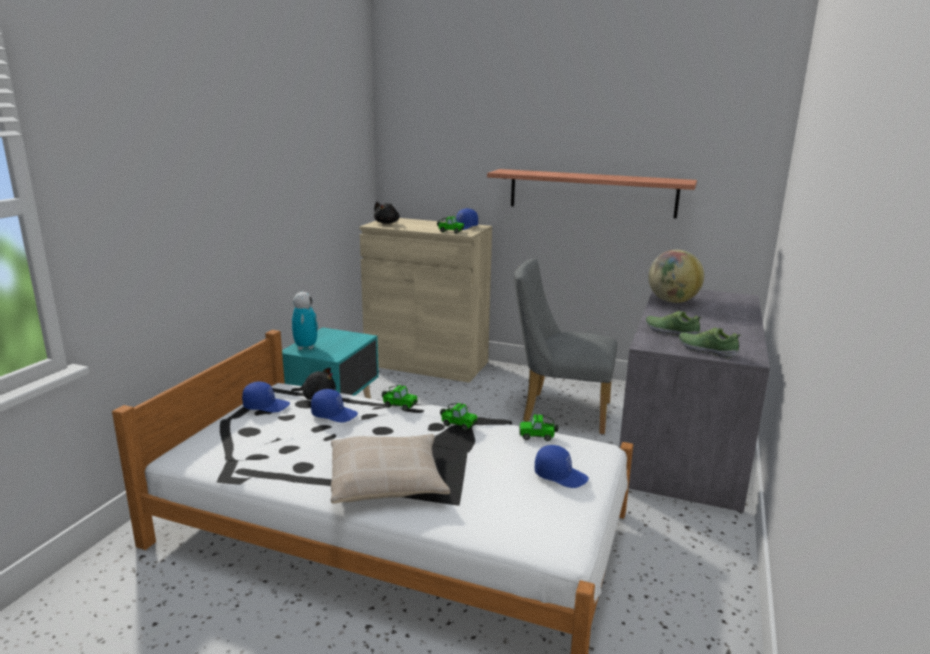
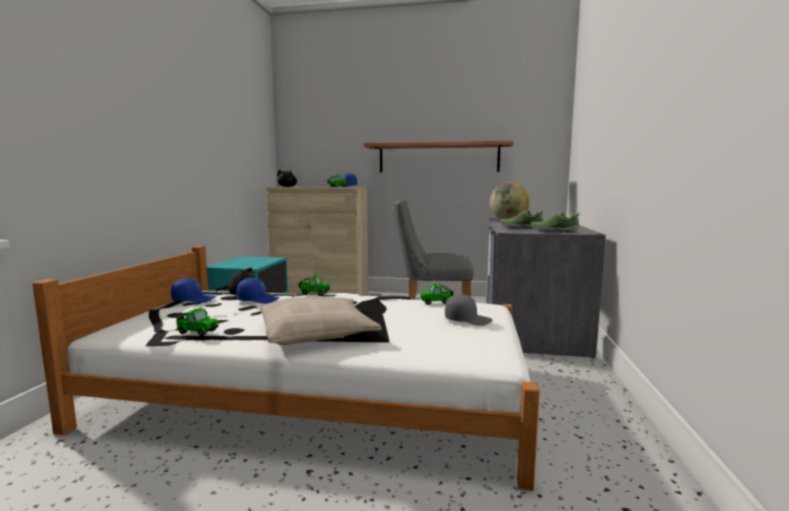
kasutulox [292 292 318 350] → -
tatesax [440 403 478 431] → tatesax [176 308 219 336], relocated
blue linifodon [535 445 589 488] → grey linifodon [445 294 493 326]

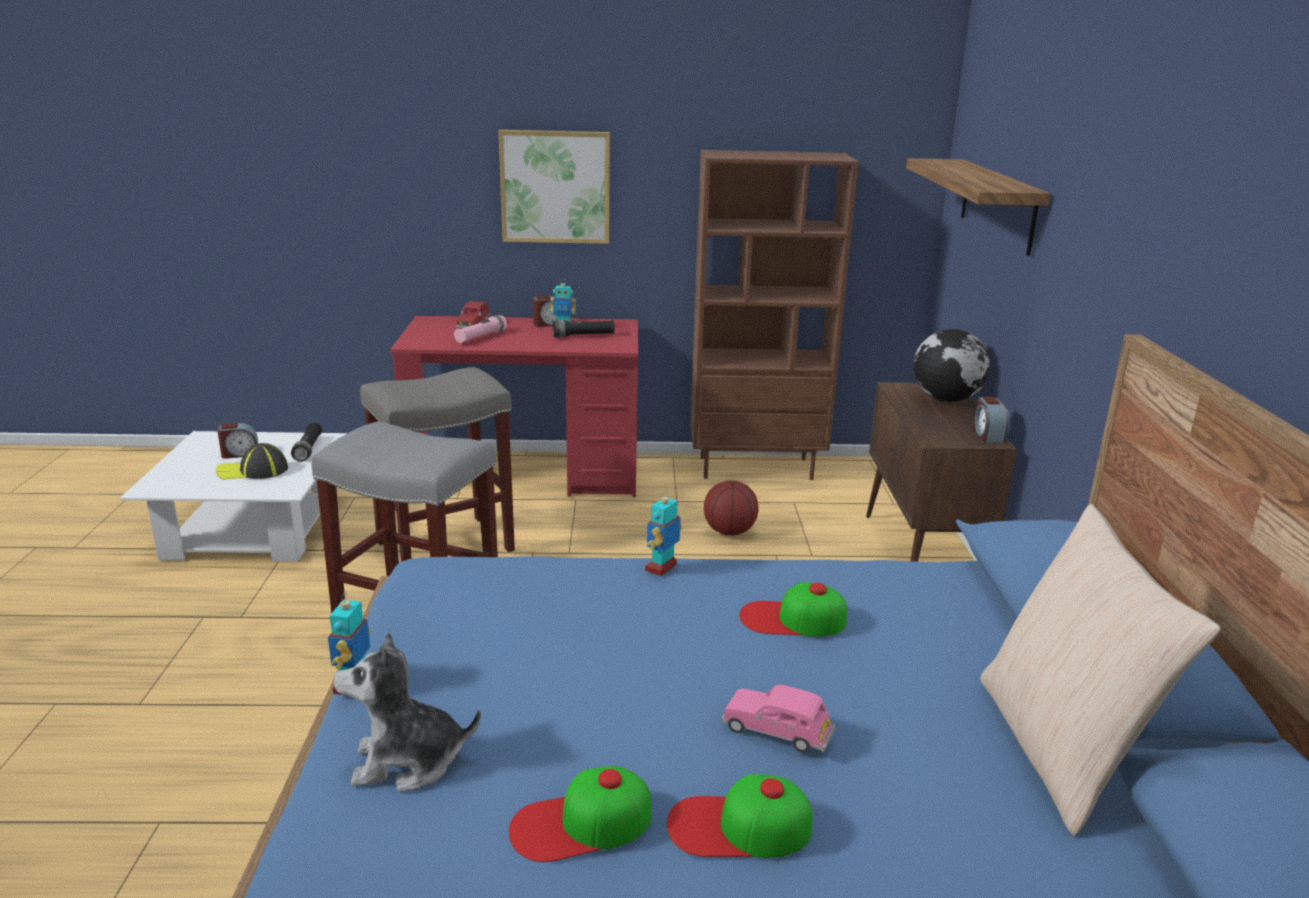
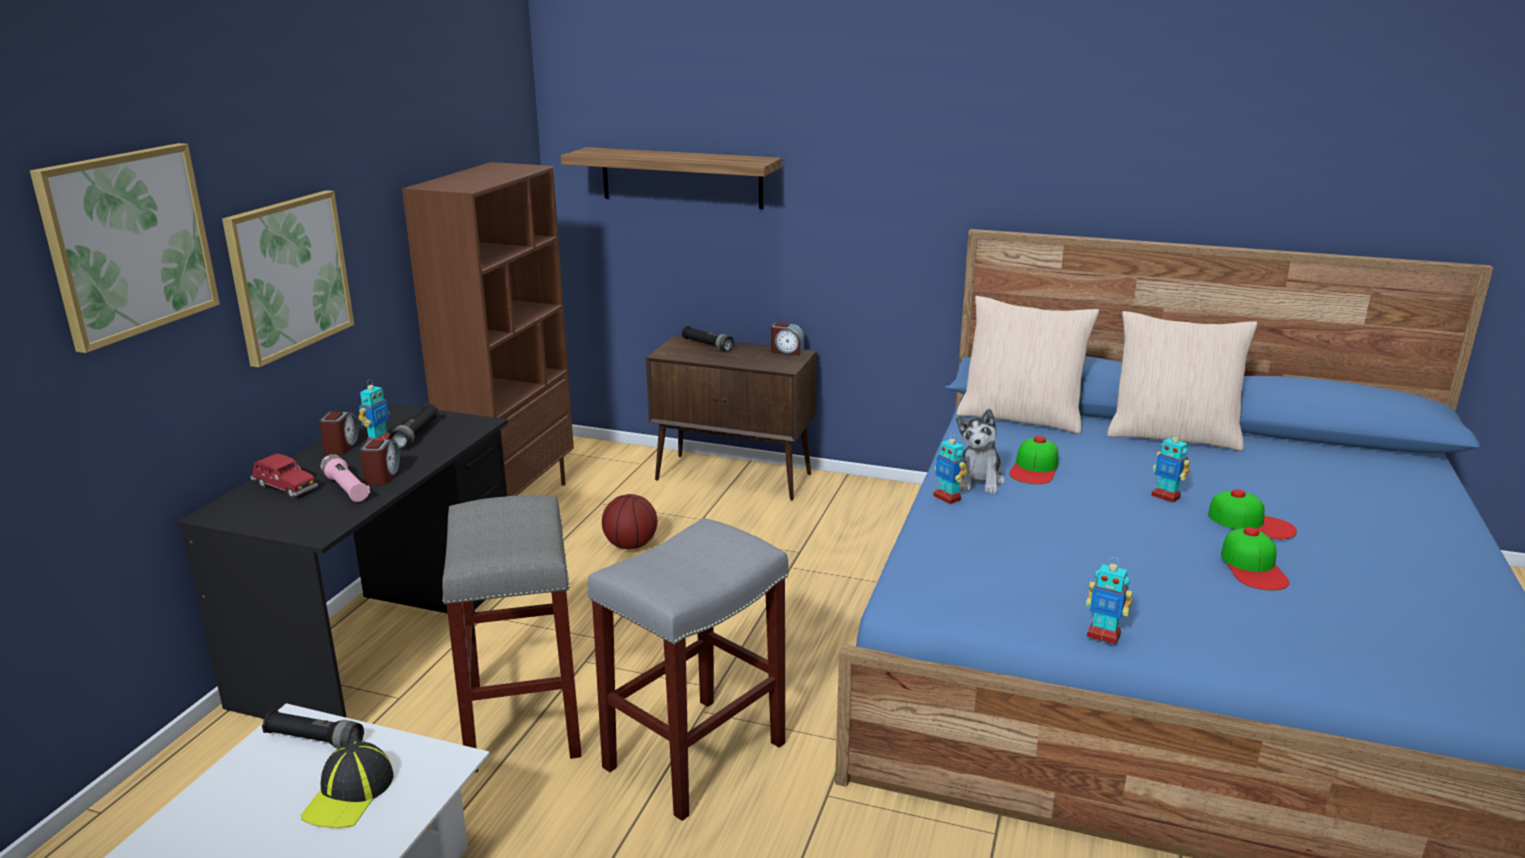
- → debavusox [30 143 220 353]
- → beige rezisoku [957 296 1099 434]
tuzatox [217 423 259 459] → tuzatox [360 439 401 485], relocated
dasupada [334 632 481 792] → dasupada [956 409 1005 494], relocated
pink tatesax [721 685 836 753] → kasutulox [1151 431 1190 503]
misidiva [913 329 990 402] → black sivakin [682 326 734 352]
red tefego [390 316 638 497] → black tefego [176 403 508 719]
linifodon [667 774 812 858] → linifodon [1208 489 1297 539], 75 degrees counterclockwise

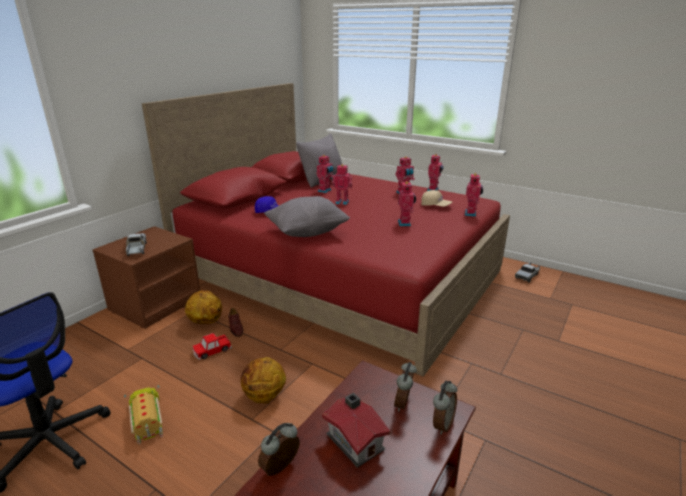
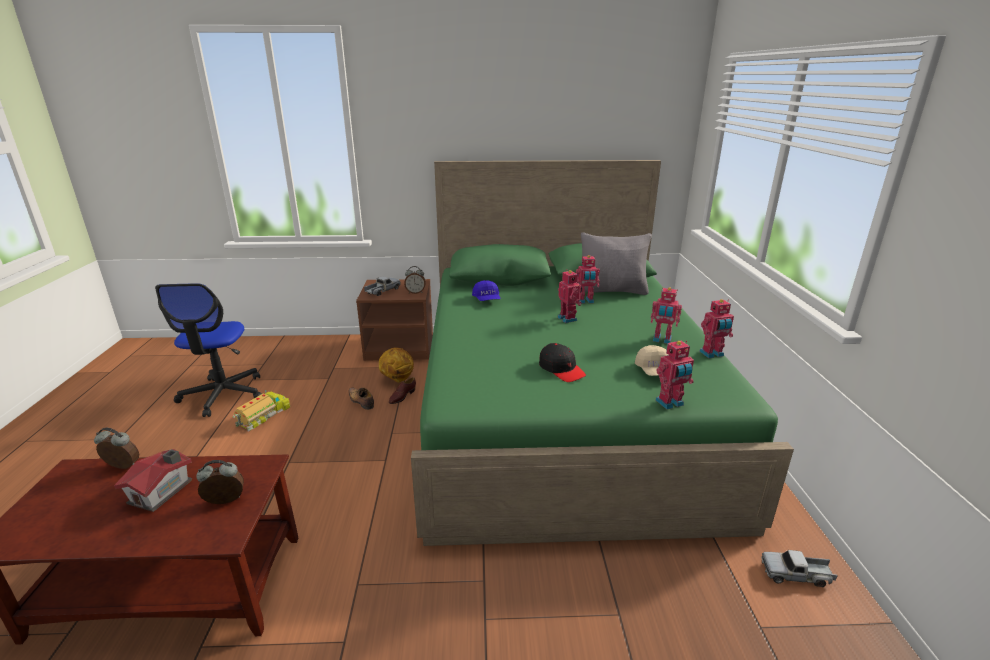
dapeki [240 357 286 403] → -
grey rezisoku [264 196 350 237] → -
tuzatox [433 381 457 435] → tuzatox [404 266 426 294], relocated
tatesax [192 333 232 360] → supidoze [349 388 374 410]
kasutulox [398 181 416 226] → black linifodon [539 343 586 382]
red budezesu [142 83 510 377] → green budezesu [411 160 794 546]

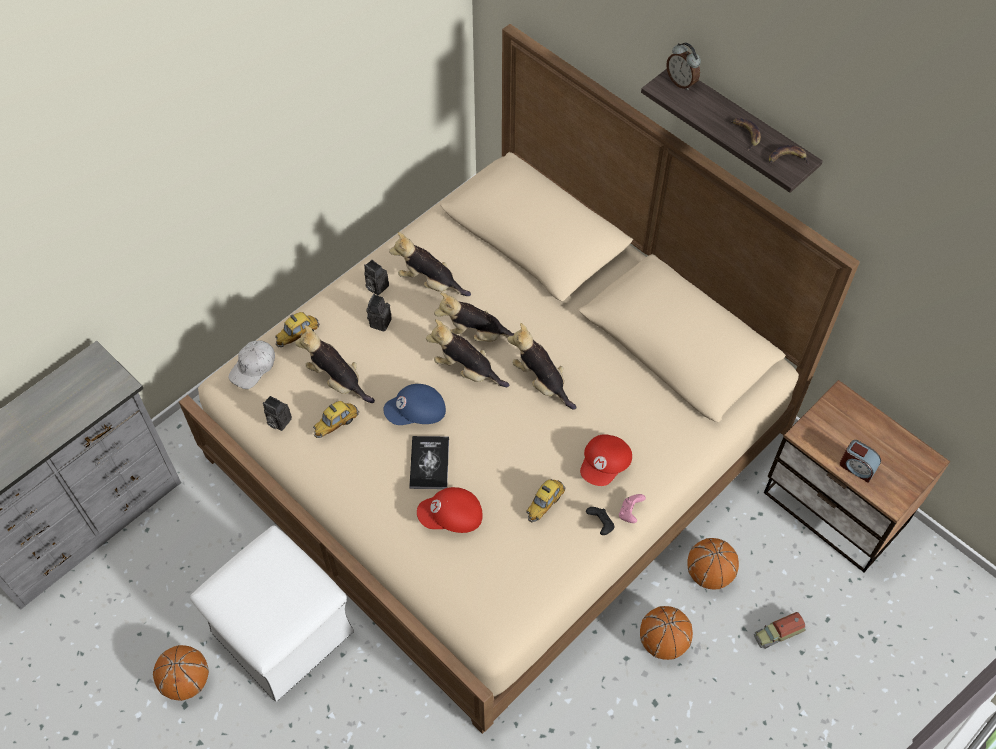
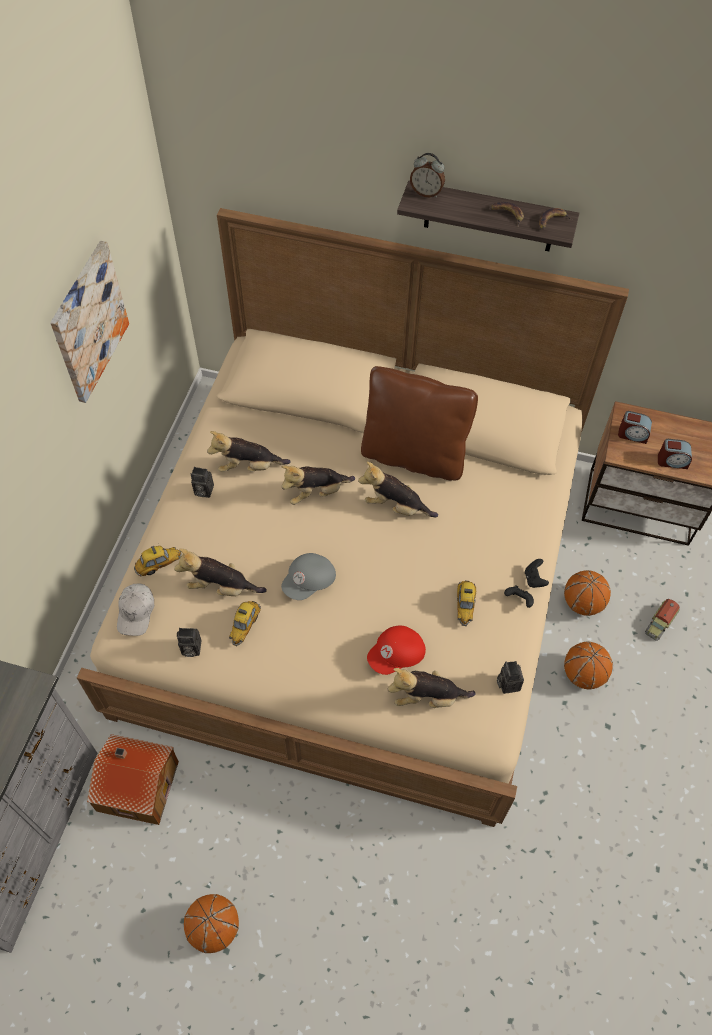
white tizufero [190 525 354 702] → -
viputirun [409 436 449 489] → -
red linifodon [580 434 632 486] → -
- → debavusox [50 241 129 403]
- → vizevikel [87 734 179 825]
- → brown rezisoku [361 366 478 480]
- → tuzatox [618 411 652 444]
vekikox [366 294 392 331] → vekikox [497 661 524 694], relocated
dasupada [426 319 509 387] → dasupada [388 668 476 708], relocated
blue linifodon [383 384 446 425] → grey linifodon [281 553 336 600]
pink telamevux [619 494 646 523] → black telamevux [525 559 549 588]
tatesax [275 312 320 347] → tatesax [134 544 182 577], 135 degrees counterclockwise

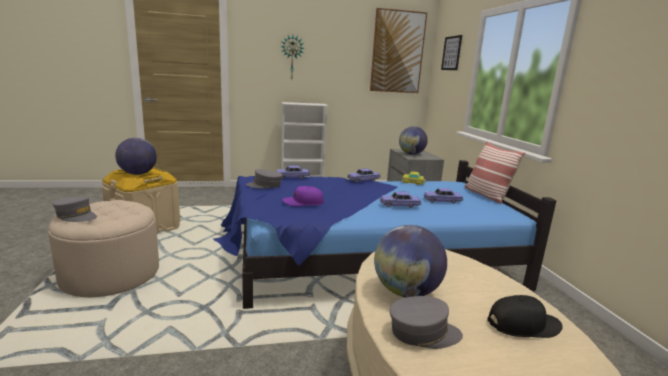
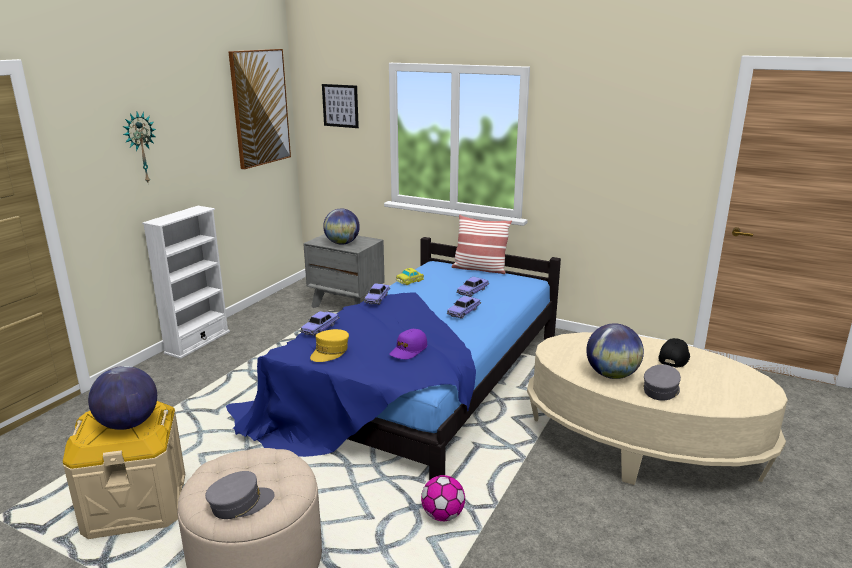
- → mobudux [421 475 465 521]
grey linifodon [246 169 283 189] → yellow linifodon [310 329 349 362]

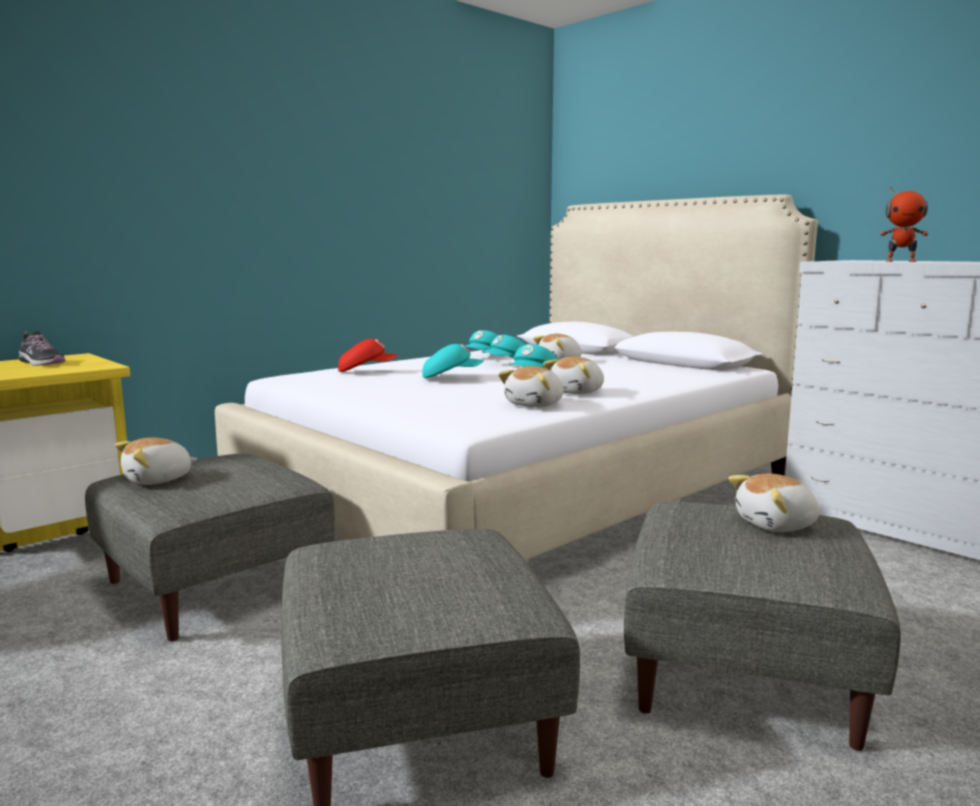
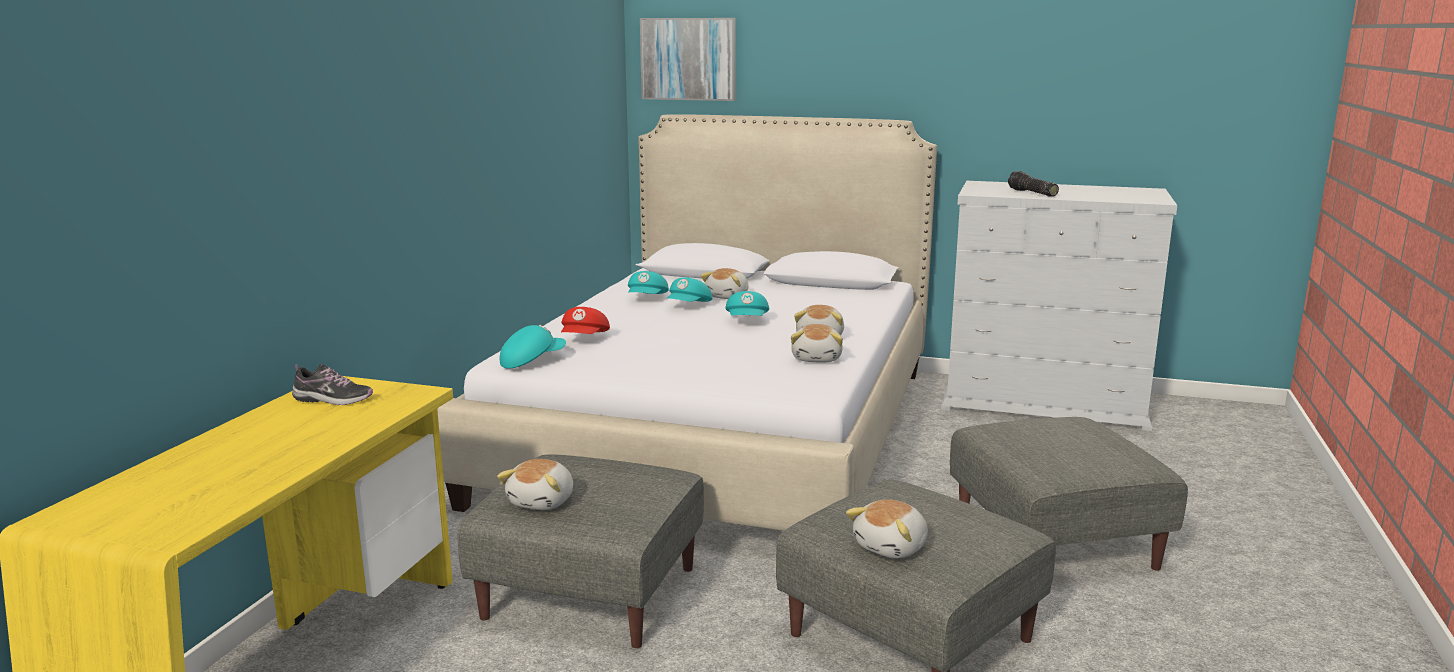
- → debavusox [640 18 736 101]
turquoise linifodon [422 344 484 378] → turquoise linifodon [500 325 566 368], relocated
dasupada [728 474 820 532] → dasupada [846 499 928 559], relocated
kasutulox [880 186 929 262] → sivakin [1008 171 1059 197]
red linifodon [338 339 398 372] → red linifodon [561 307 610 334], 135 degrees clockwise

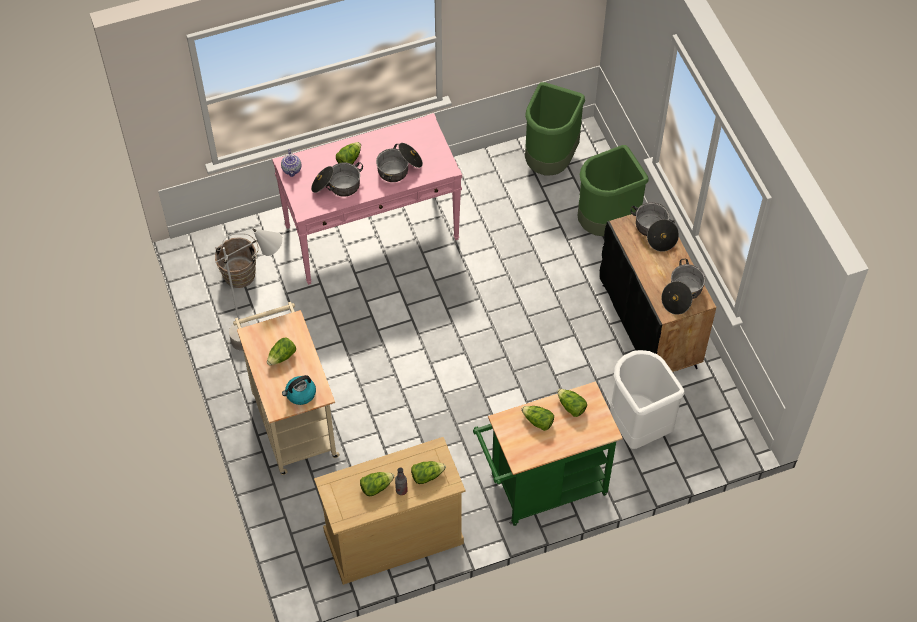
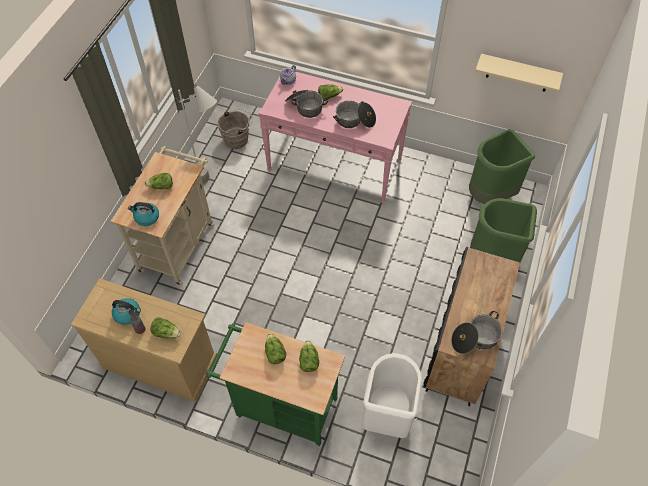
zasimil [630 202 679 252] → -
- → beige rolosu [475 54 563 92]
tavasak [360 472 394 496] → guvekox [112 298 141 325]

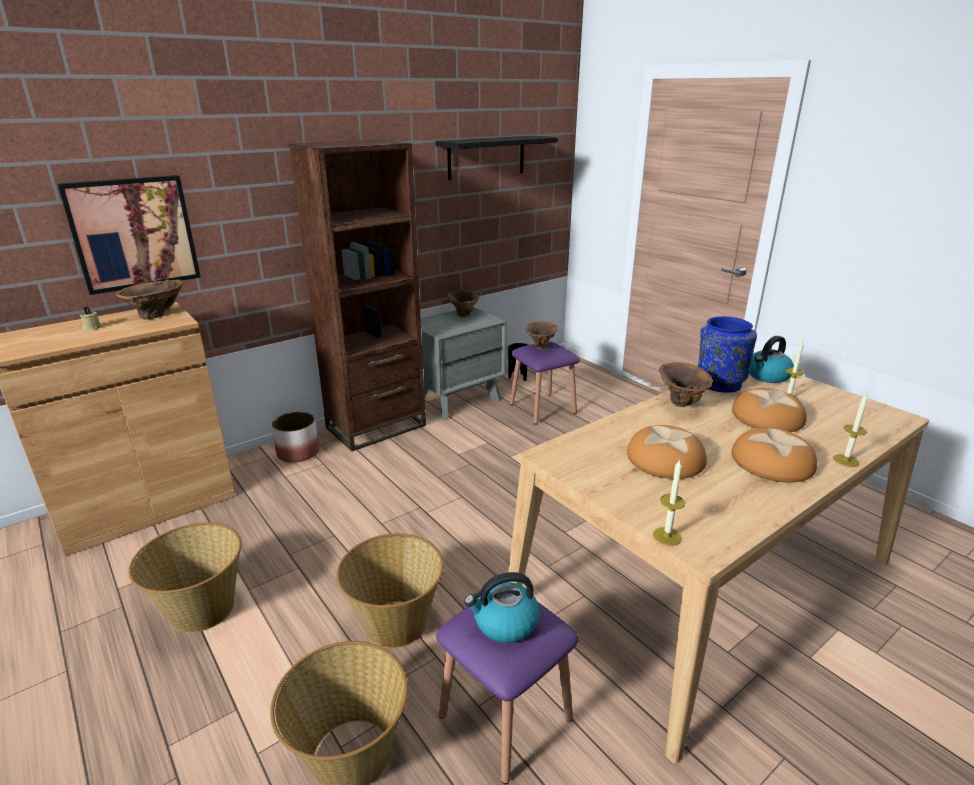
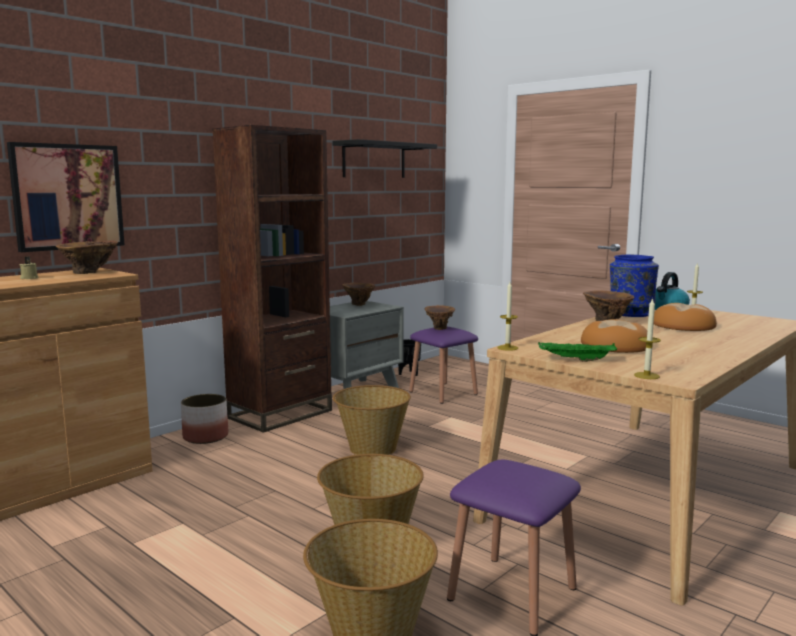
guvekox [464 572 540 643] → -
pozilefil [732 428 817 483] → -
- → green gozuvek [538 342 617 362]
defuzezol [128 522 242 633] → defuzezol [333 385 411 455], relocated
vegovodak [833 394 868 467] → vegovodak [497 282 518 351], relocated

